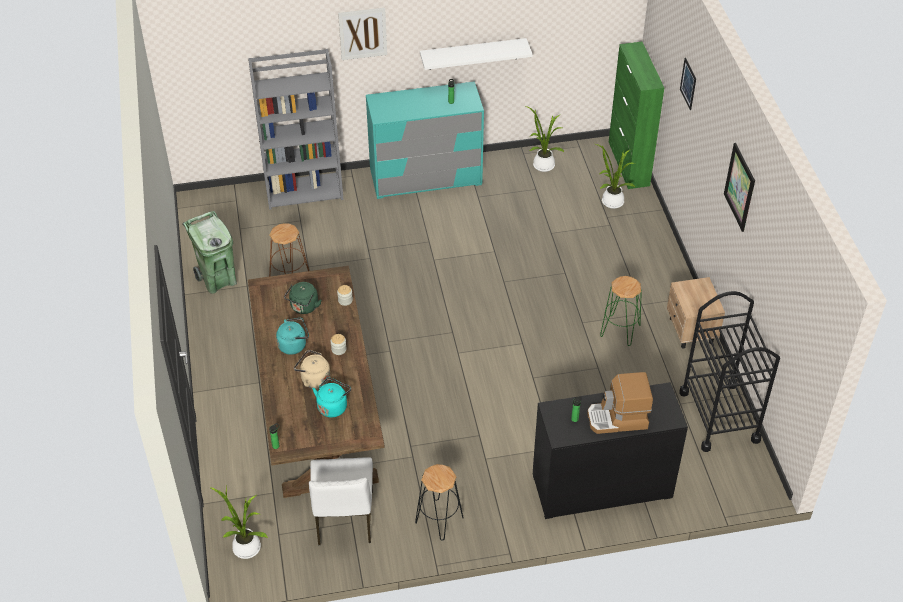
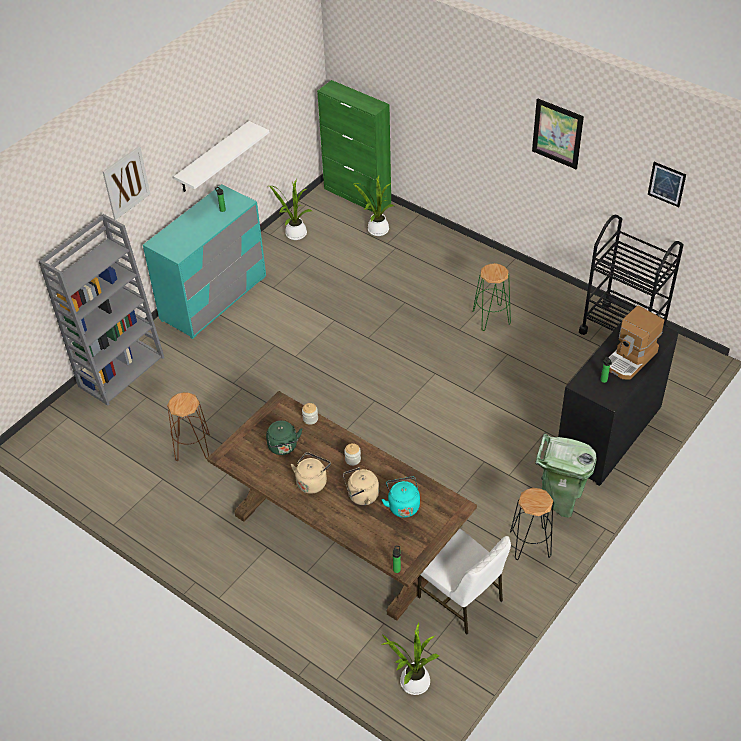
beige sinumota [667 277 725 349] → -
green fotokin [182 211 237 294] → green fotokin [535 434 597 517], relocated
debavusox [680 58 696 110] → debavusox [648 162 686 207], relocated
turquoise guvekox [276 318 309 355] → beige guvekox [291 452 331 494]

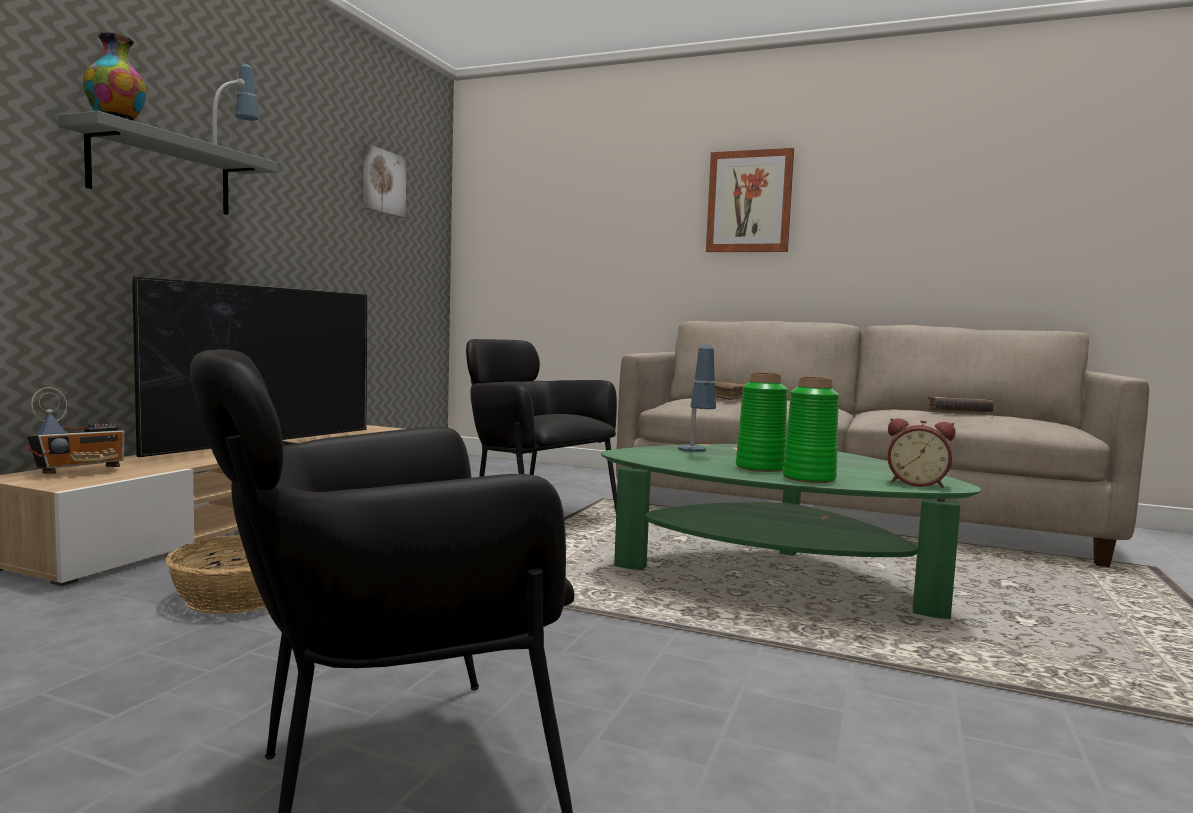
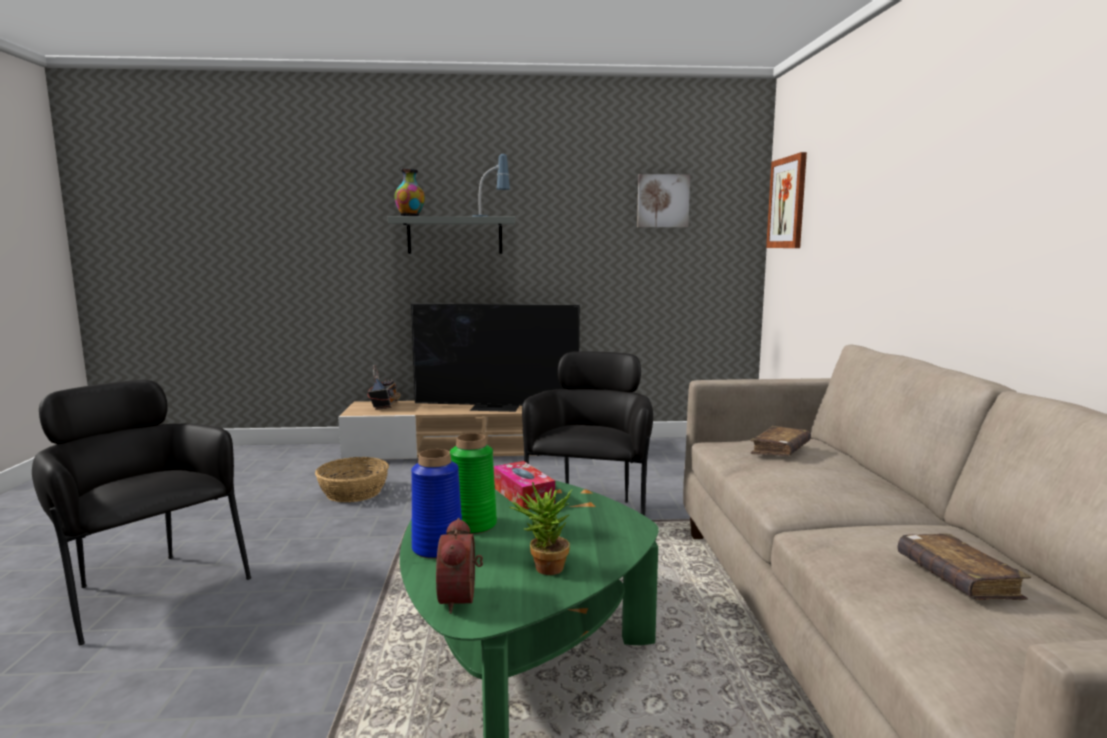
- → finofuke [510 482 572 575]
debavusox [706 148 794 252] → debavusox [766 152 807 248], relocated
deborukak [678 345 716 452] → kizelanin [493 461 555 509]
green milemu [782 377 839 483] → blue milemu [411 449 462 559]
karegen [27 387 125 474] → karegen [368 365 401 410], 105 degrees counterclockwise

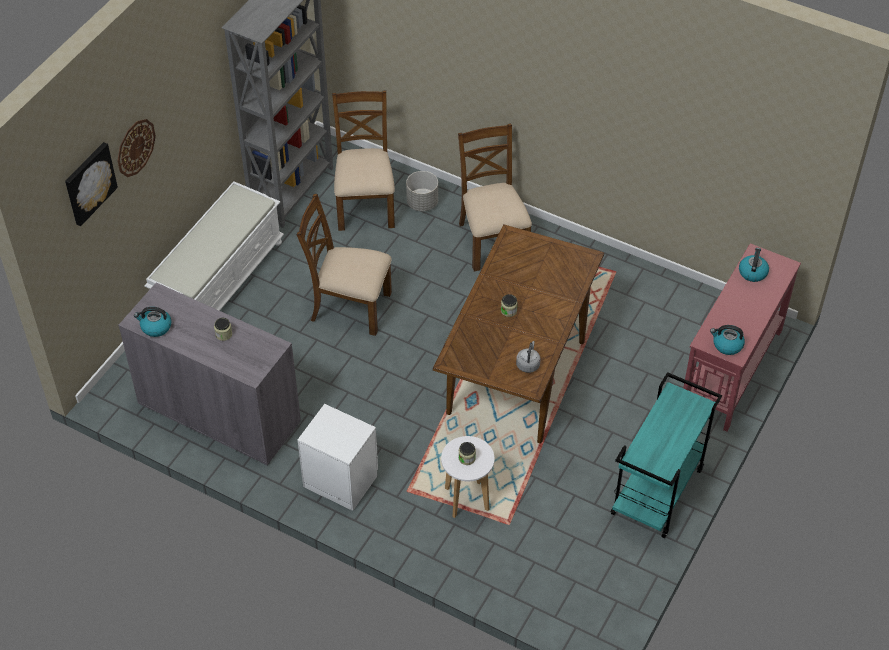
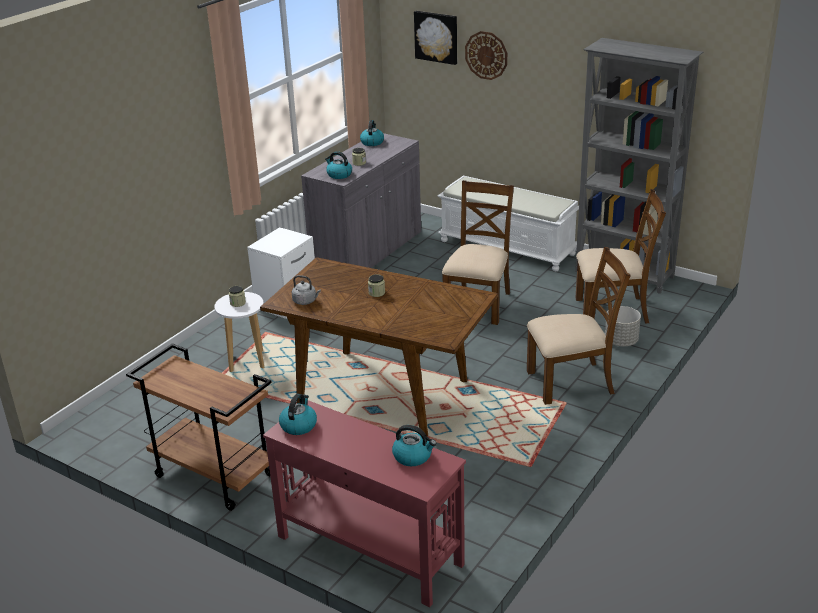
- → guvekox [325 151 352 179]
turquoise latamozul [610 372 722 538] → brown latamozul [126 343 272 511]

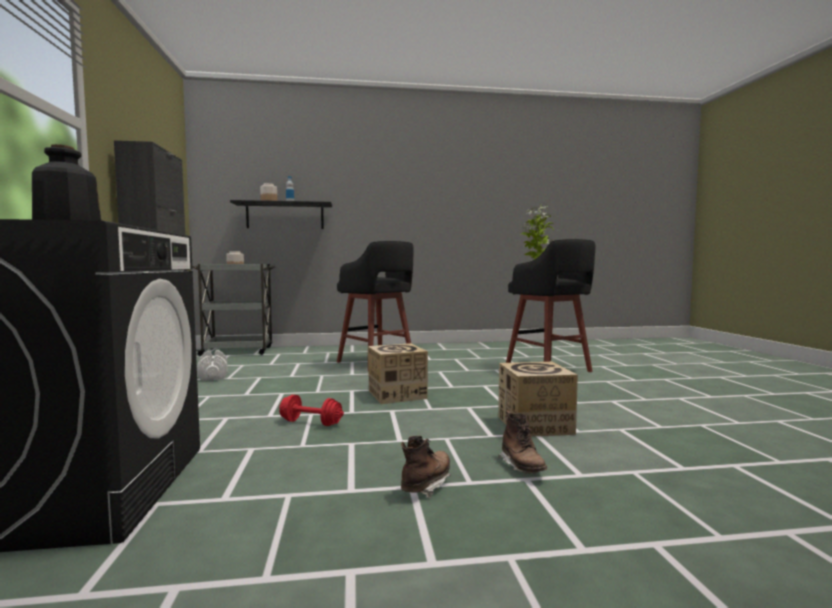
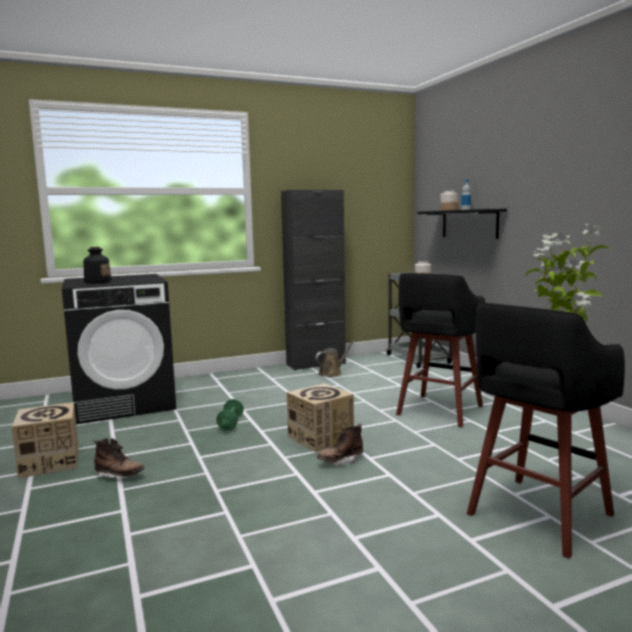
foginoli [498 362 578 437] → foginoli [12 402 79 478], relocated
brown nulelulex [499 410 547 474] → brown nulelulex [317 424 363 466], relocated
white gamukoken [197 350 228 381] → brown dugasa [315 340 355 377]
red gamukoken [279 395 344 426] → green gamukoken [216 399 244 431]

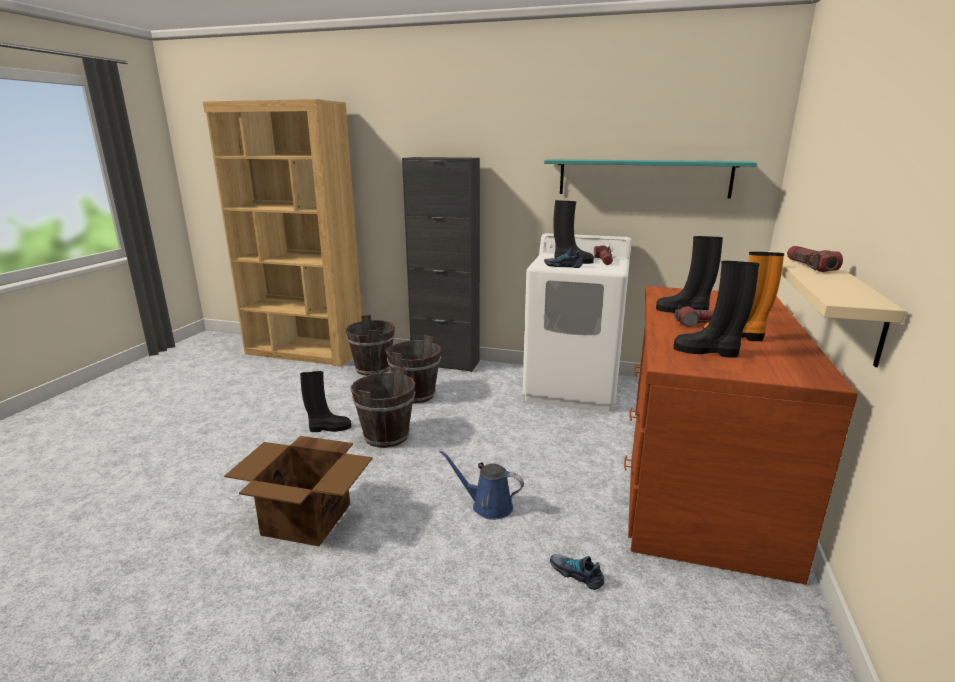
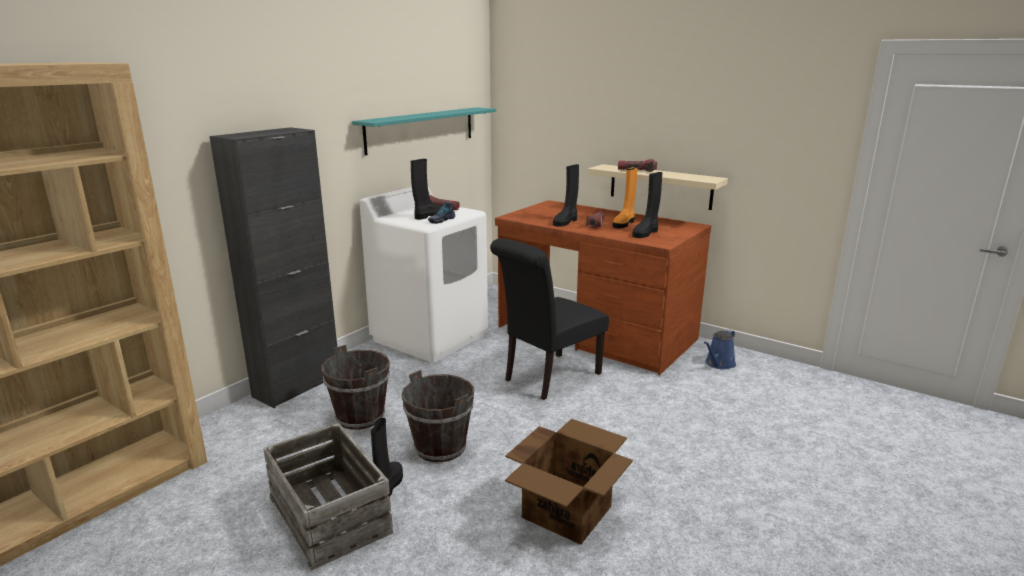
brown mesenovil [345 315 395 376] → -
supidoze [550 554 604 590] → -
- → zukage [263 423 393 571]
- → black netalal [490 238 609 400]
blue dugasa [440 450 524 520] → blue dugasa [704 329 736 370], relocated

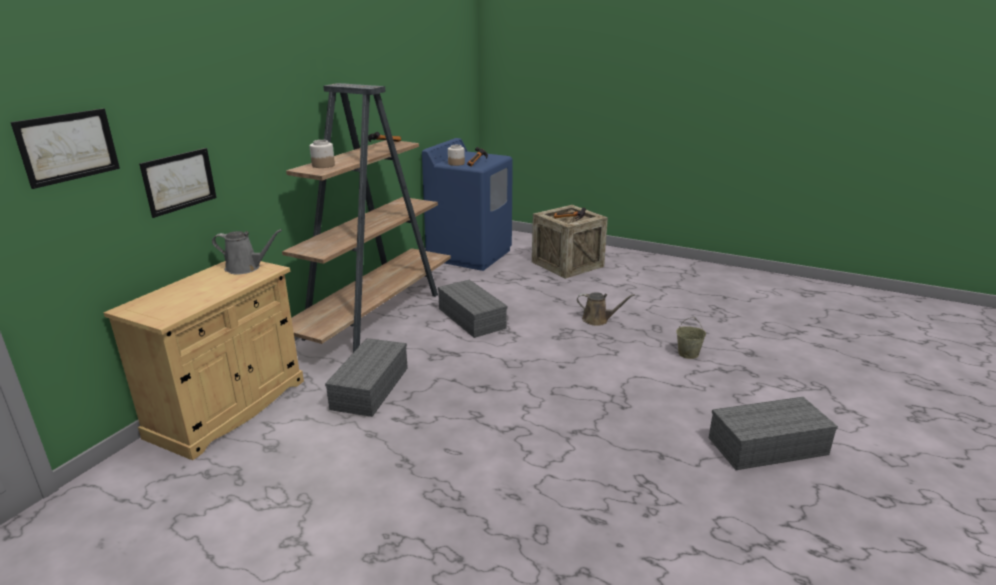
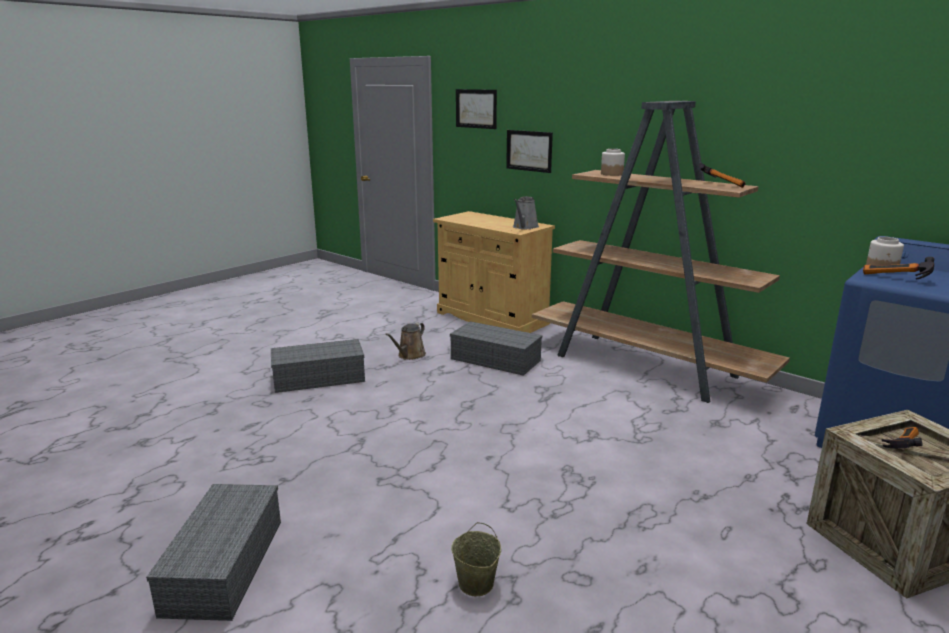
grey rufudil [438 280 507 338] → grey rufudil [271 339 365 393], relocated
brown dugasa [577 292 635 326] → brown dugasa [385 322 426 360], relocated

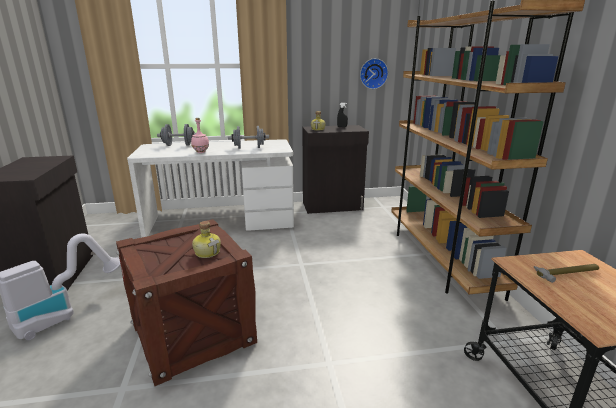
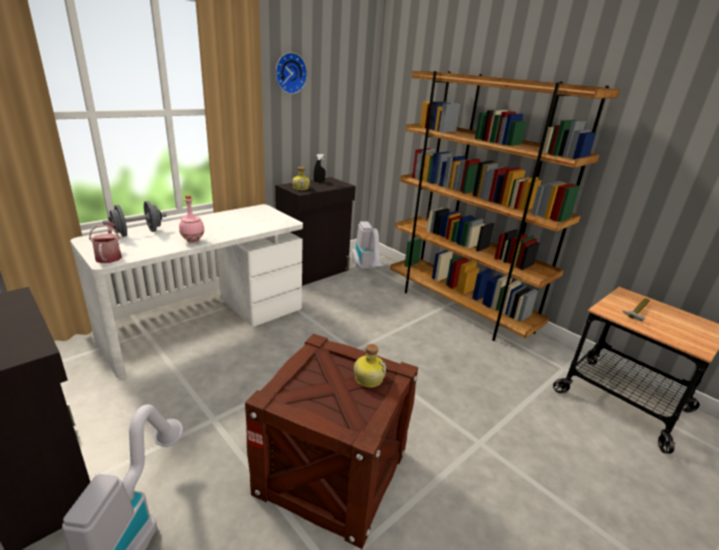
grey gamukoken [228 126 269 149] → -
- → dugasa [89 222 122 263]
- → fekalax [351 221 384 269]
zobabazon [360 58 388 89] → zobabazon [275 52 307 94], relocated

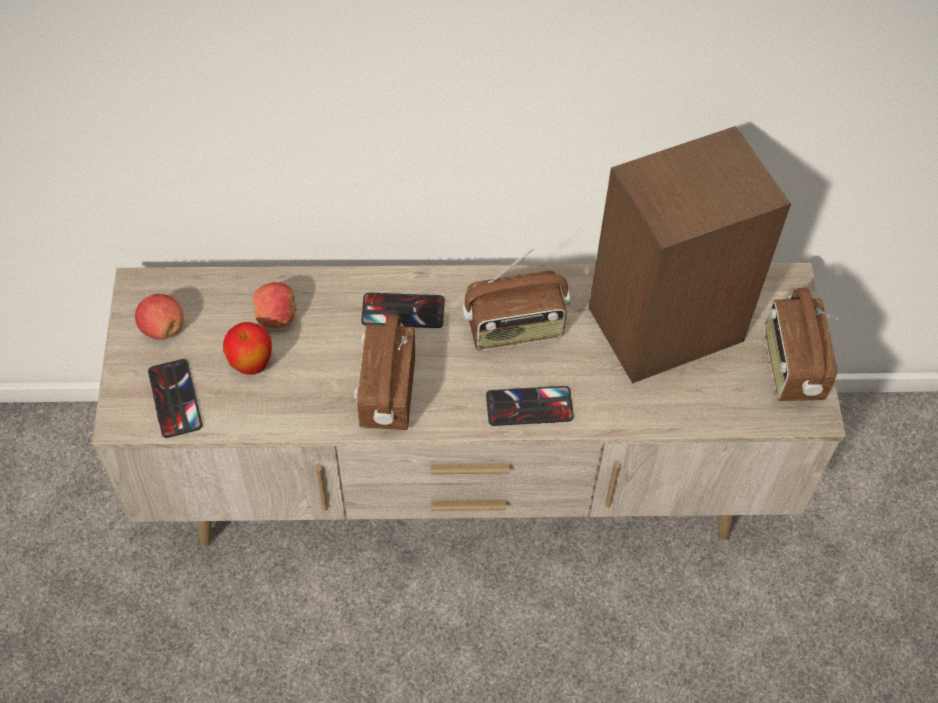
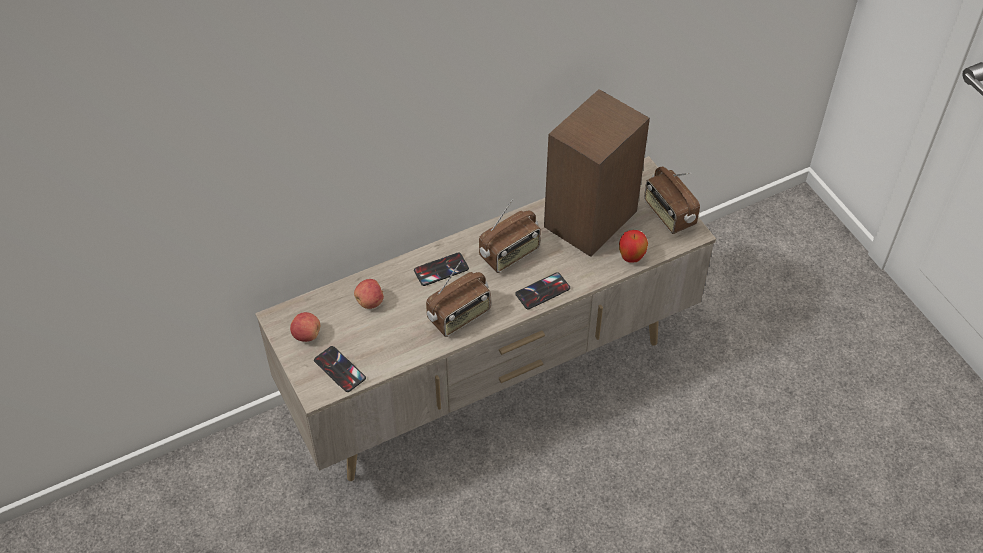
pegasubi [223 322 272 375] → pegasubi [619 230 648 263], relocated
karegen [354 314 415 430] → karegen [426 262 491 337], 105 degrees counterclockwise

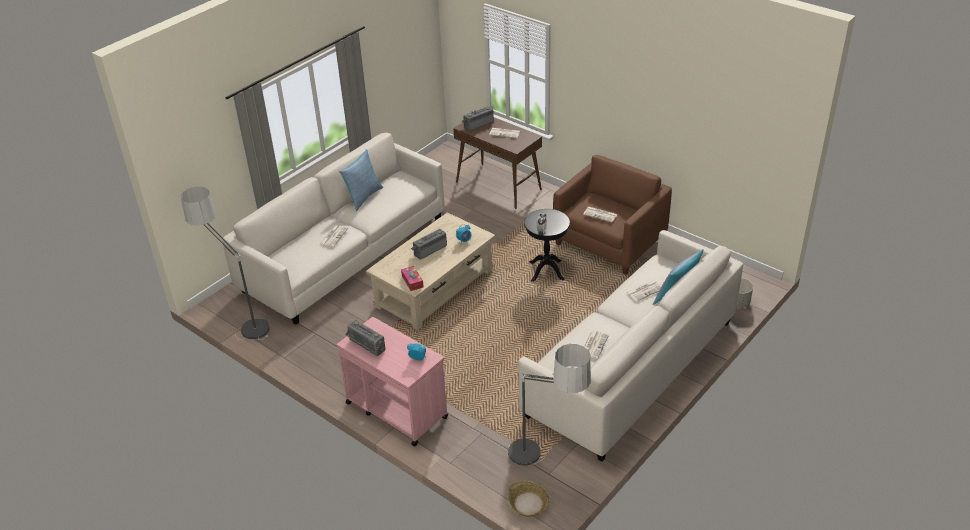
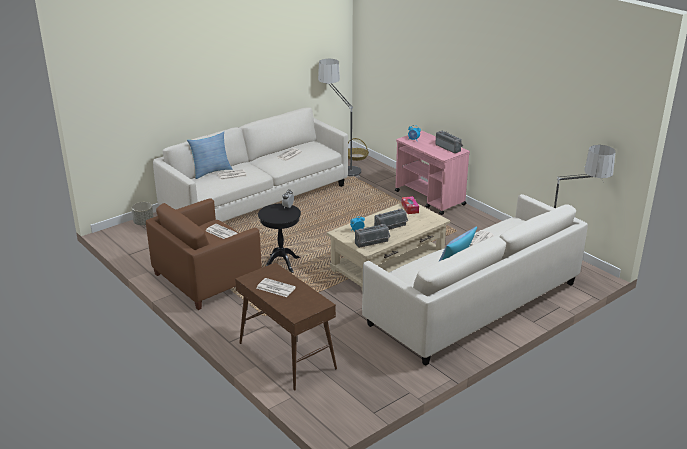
karegen [462 106 494 131] → karegen [355 224 390 248], relocated

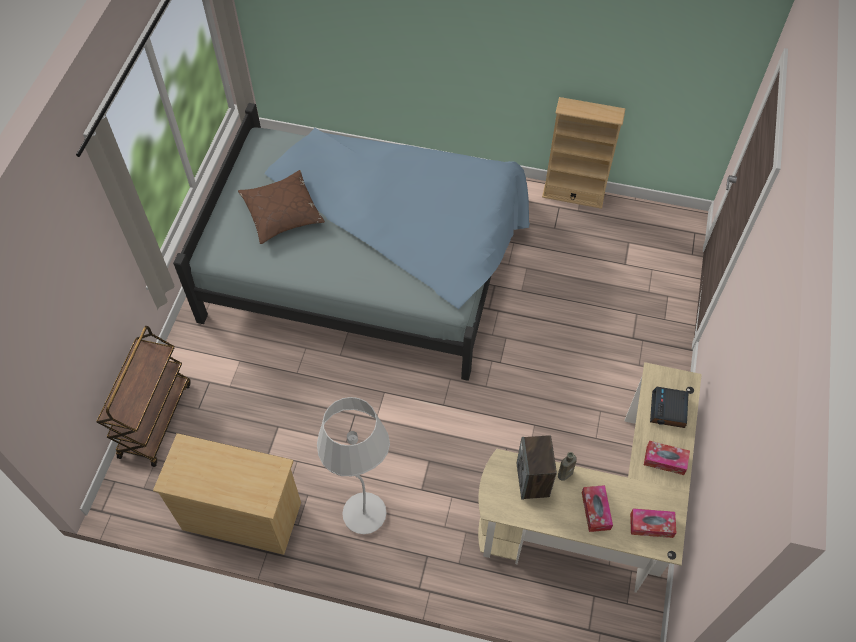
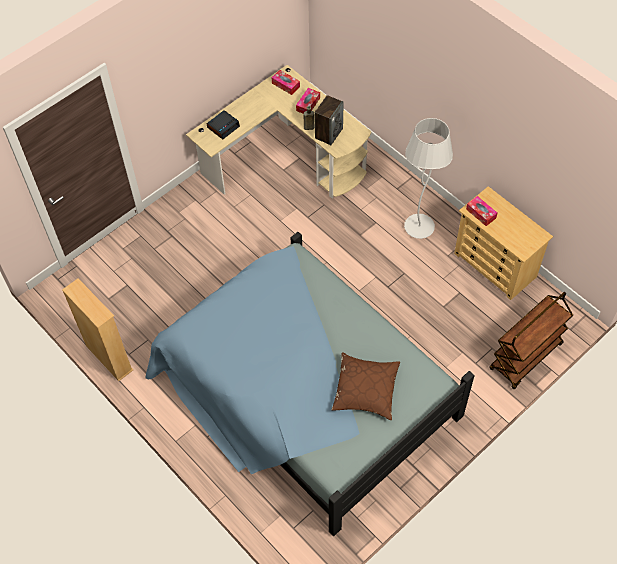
kizelanin [644 441 690 475] → kizelanin [466 196 497 226], relocated

